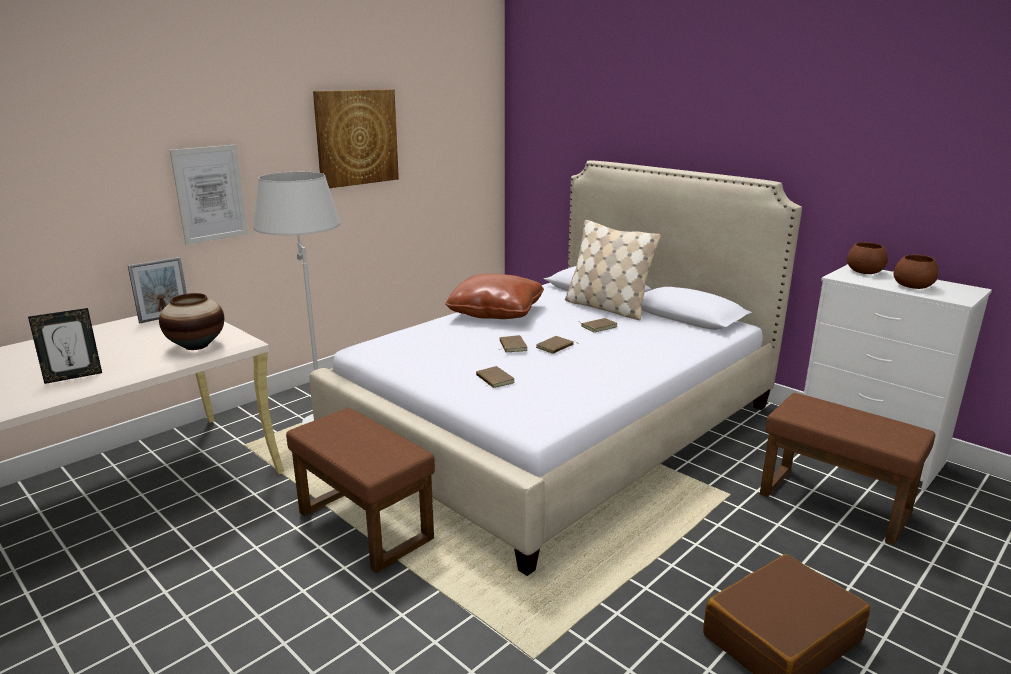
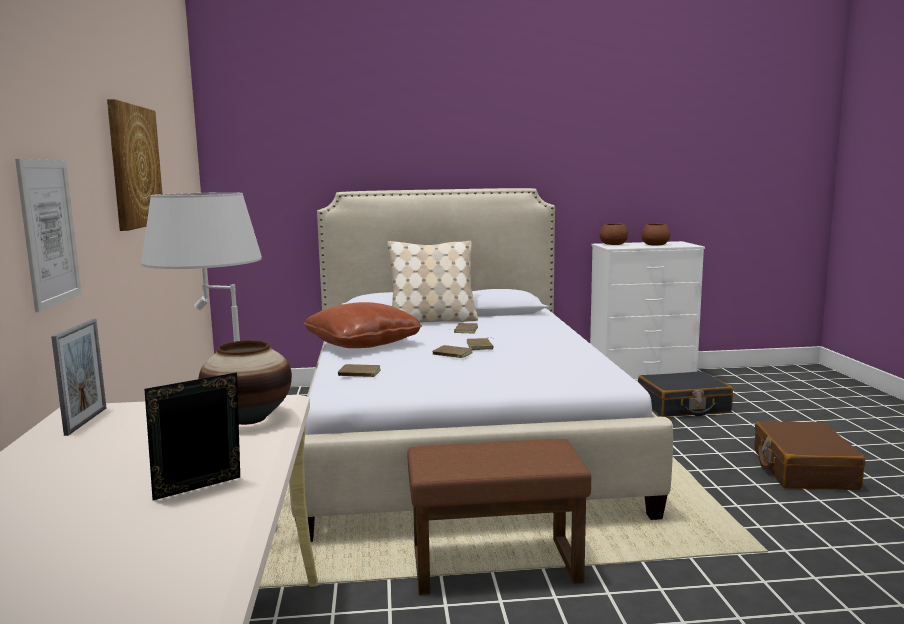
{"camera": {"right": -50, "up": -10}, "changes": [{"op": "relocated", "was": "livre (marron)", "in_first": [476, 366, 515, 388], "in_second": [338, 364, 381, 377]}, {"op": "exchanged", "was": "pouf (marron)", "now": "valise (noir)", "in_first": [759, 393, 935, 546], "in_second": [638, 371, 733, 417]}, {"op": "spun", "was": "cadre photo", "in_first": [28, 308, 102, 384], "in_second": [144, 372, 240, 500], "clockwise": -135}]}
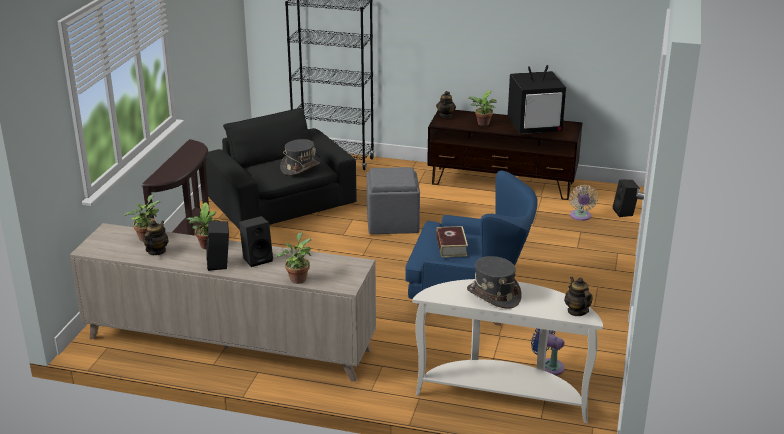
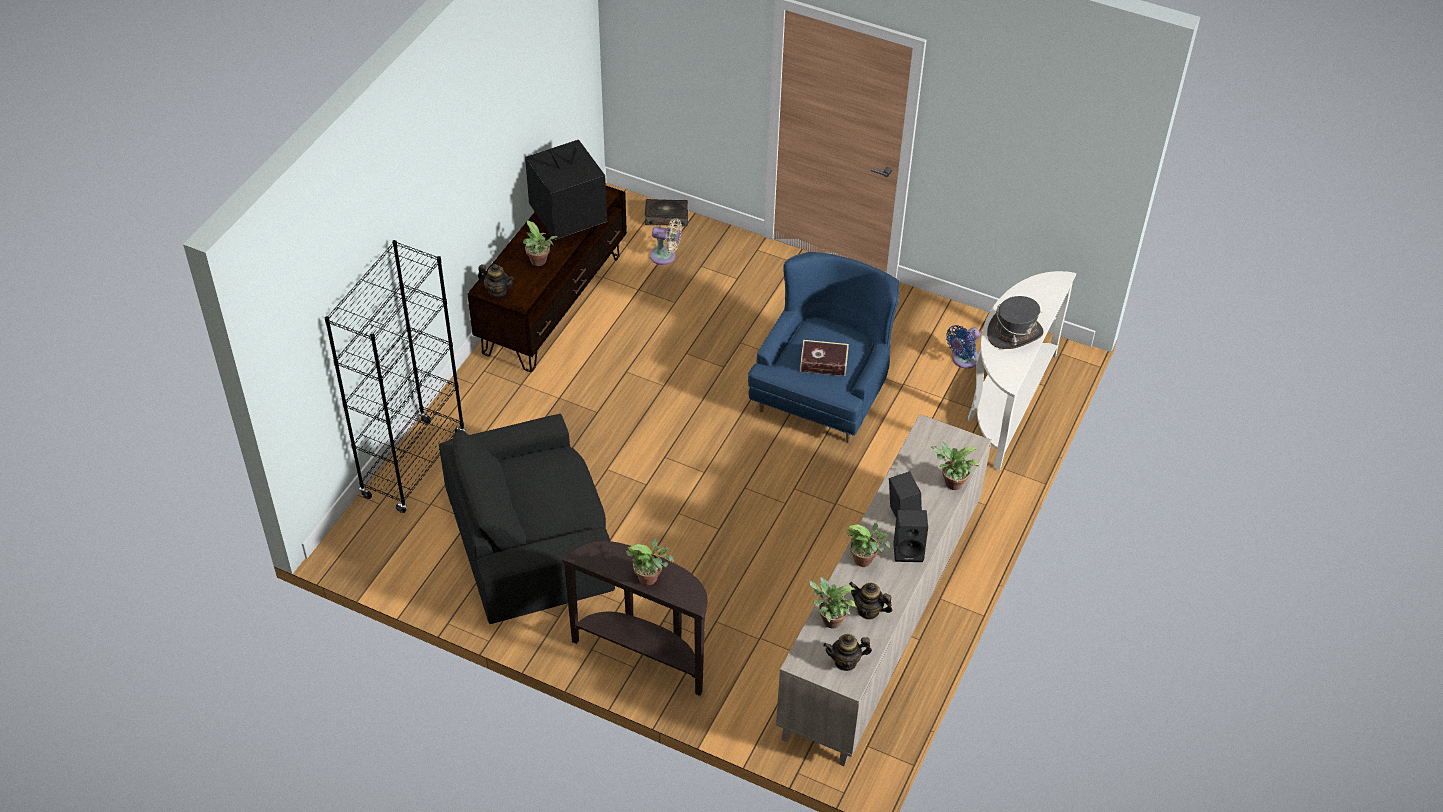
{"camera": {"right": -80, "up": 20}, "changes": [{"op": "missing", "was": "chapeau (gris)", "in_first": [280, 139, 320, 175]}, {"op": "missing", "was": "pouf (gris)", "in_first": [367, 167, 420, 234]}, {"op": "appeared", "now": "plante en pot", "in_second": [626, 538, 674, 585]}, {"op": "relocated", "was": "théière", "in_first": [564, 277, 593, 316], "in_second": [823, 634, 872, 671]}, {"op": "exchanged", "was": "enceinte (noir)", "now": "livre", "in_first": [613, 179, 640, 217], "in_second": [645, 199, 688, 227]}, {"op": "spun", "was": "téléviseur", "in_first": [508, 65, 566, 134], "in_second": [525, 140, 607, 240], "clockwise": -120}]}
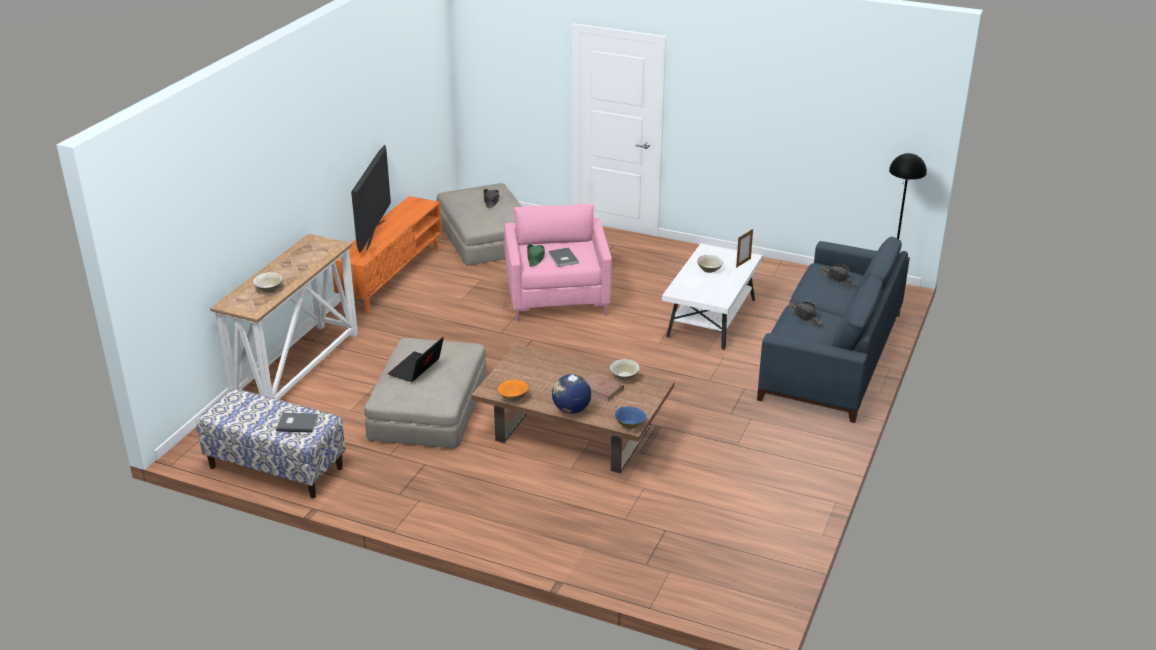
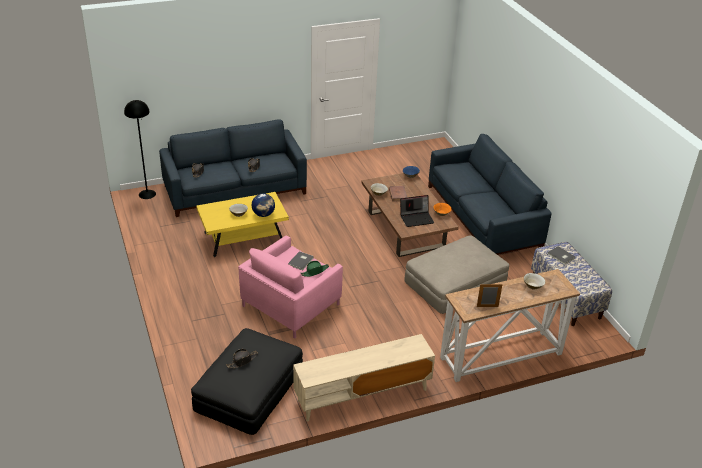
{"camera": {"right": -135, "up": 5}, "changes": [{"op": "missing", "was": "téléviseur", "in_first": [351, 145, 391, 253]}, {"op": "appeared", "now": "canapé (bleu)", "in_second": [428, 134, 551, 255]}, {"op": "relocated", "was": "ordinateur portable", "in_first": [388, 337, 444, 382], "in_second": [400, 195, 434, 227]}, {"op": "relocated", "was": "globe", "in_first": [552, 374, 591, 414], "in_second": [252, 193, 275, 217]}, {"op": "relocated", "was": "cadre photo", "in_first": [736, 229, 753, 268], "in_second": [477, 284, 502, 307]}, {"op": "colour", "was": "meuble télé (orange)", "now": "meuble télé (beige)", "in_first": [332, 196, 442, 314], "in_second": [293, 334, 435, 421]}, {"op": "colour", "was": "pouf (beige)", "now": "pouf (noir)", "in_first": [437, 183, 522, 265], "in_second": [191, 328, 303, 435]}, {"op": "colour", "was": "table basse (blanc)", "now": "table basse (jaune)", "in_first": [662, 243, 762, 350], "in_second": [196, 192, 289, 257]}]}
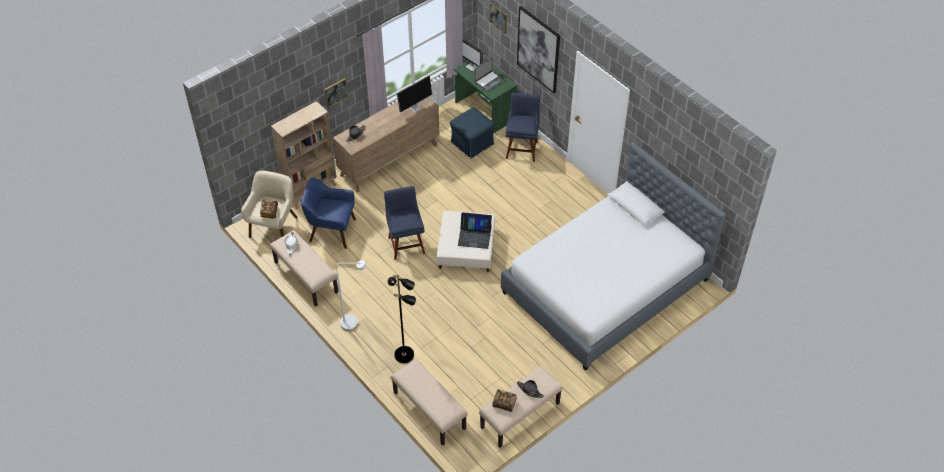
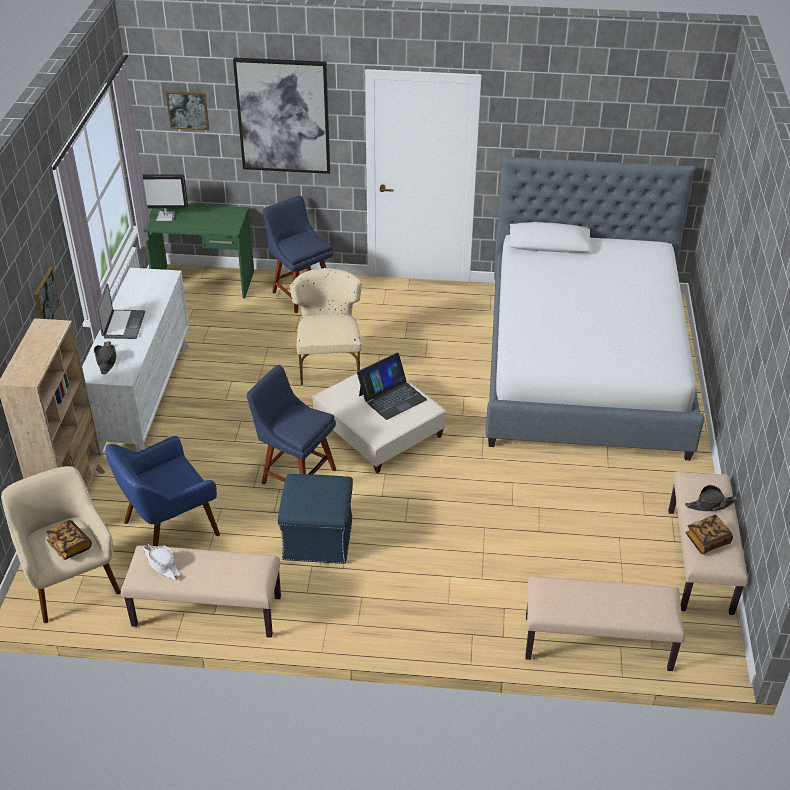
{"camera": {"right": -45, "up": -10}, "changes": [{"op": "missing", "was": "lampadaire (blanc)", "in_first": [336, 260, 367, 331]}, {"op": "missing", "was": "lampadaire (noir)", "in_first": [387, 274, 416, 363]}, {"op": "missing", "was": "écran d'ordinateur", "in_first": [396, 75, 432, 113]}, {"op": "appeared", "now": "chaise (beige)", "in_second": [290, 268, 362, 385]}, {"op": "relocated", "was": "pouf (bleu)", "in_first": [450, 107, 495, 158], "in_second": [278, 474, 353, 564]}, {"op": "relocated", "was": "ordinateur portable", "in_first": [474, 57, 504, 92], "in_second": [96, 283, 145, 339]}, {"op": "colour", "was": "commode (marron)", "now": "commode (blanc)", "in_first": [333, 97, 439, 192], "in_second": [82, 268, 190, 454]}]}
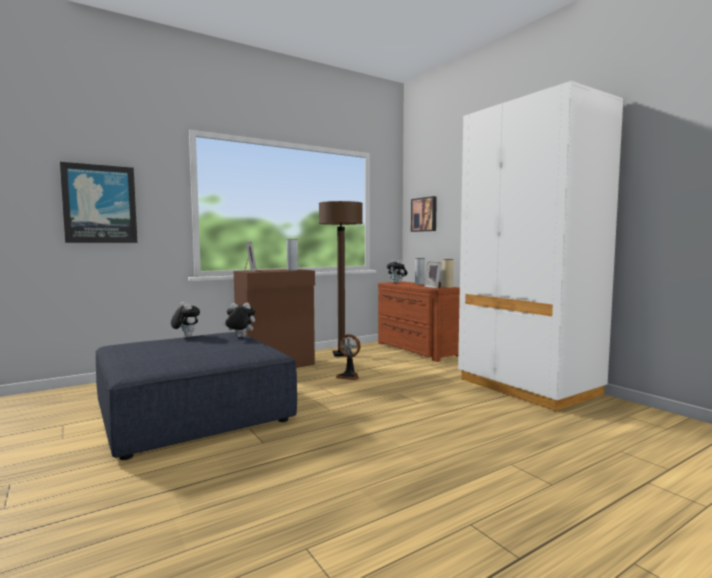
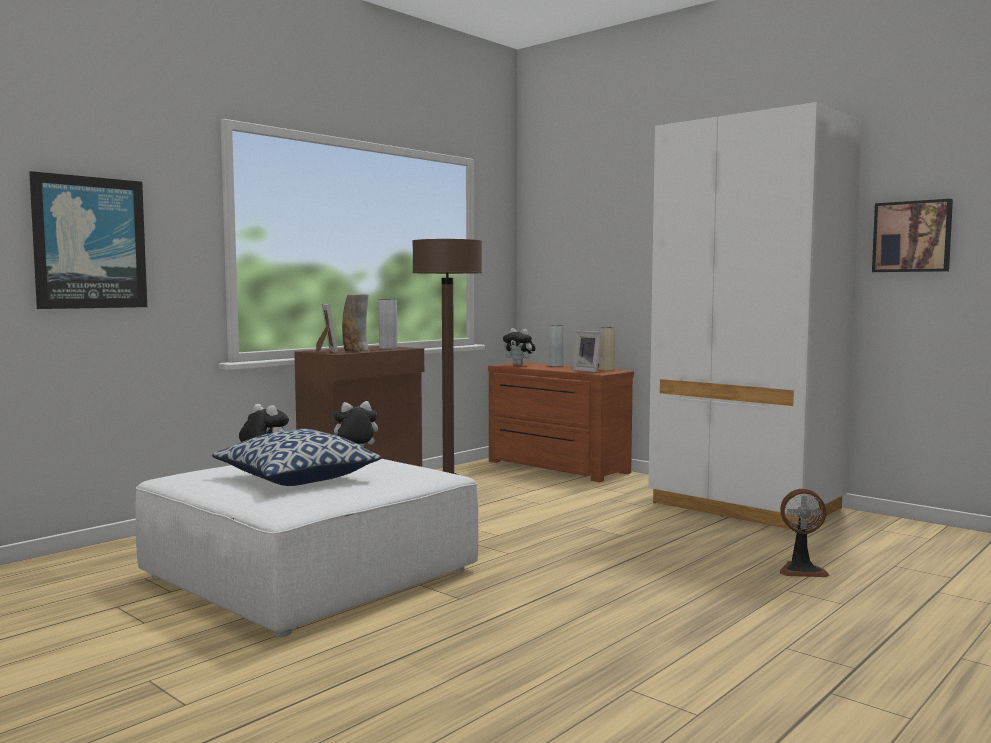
{"camera": {"right": -15, "up": 0}, "changes": [{"op": "appeared", "now": "coussin", "in_second": [211, 429, 382, 486]}, {"op": "appeared", "now": "vase", "in_second": [342, 294, 369, 352]}, {"op": "relocated", "was": "ventilateur", "in_first": [336, 334, 361, 380], "in_second": [780, 489, 829, 577]}, {"op": "relocated", "was": "tableau", "in_first": [411, 196, 437, 232], "in_second": [872, 199, 953, 272]}, {"op": "colour", "was": "pouf (bleu)", "now": "pouf (blanc)", "in_first": [96, 332, 297, 460], "in_second": [135, 459, 479, 637]}]}
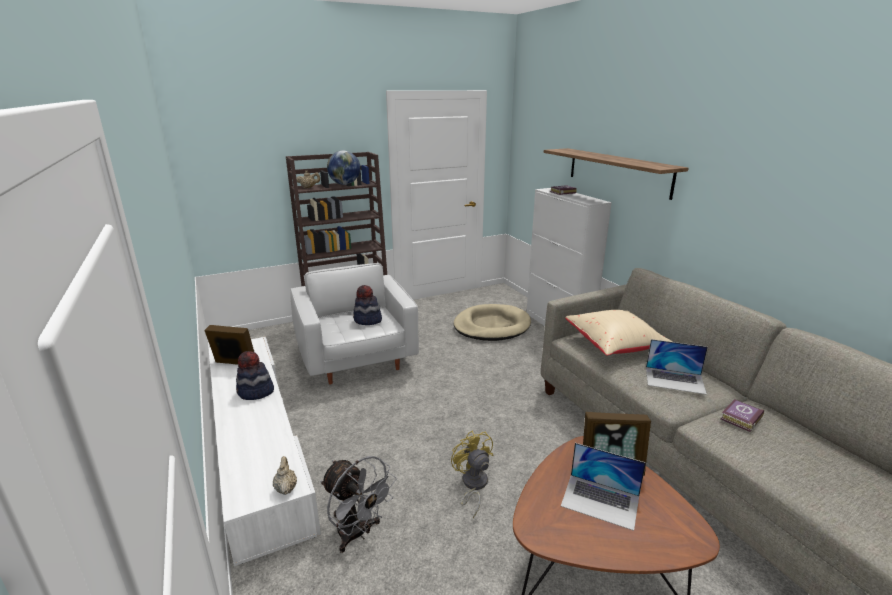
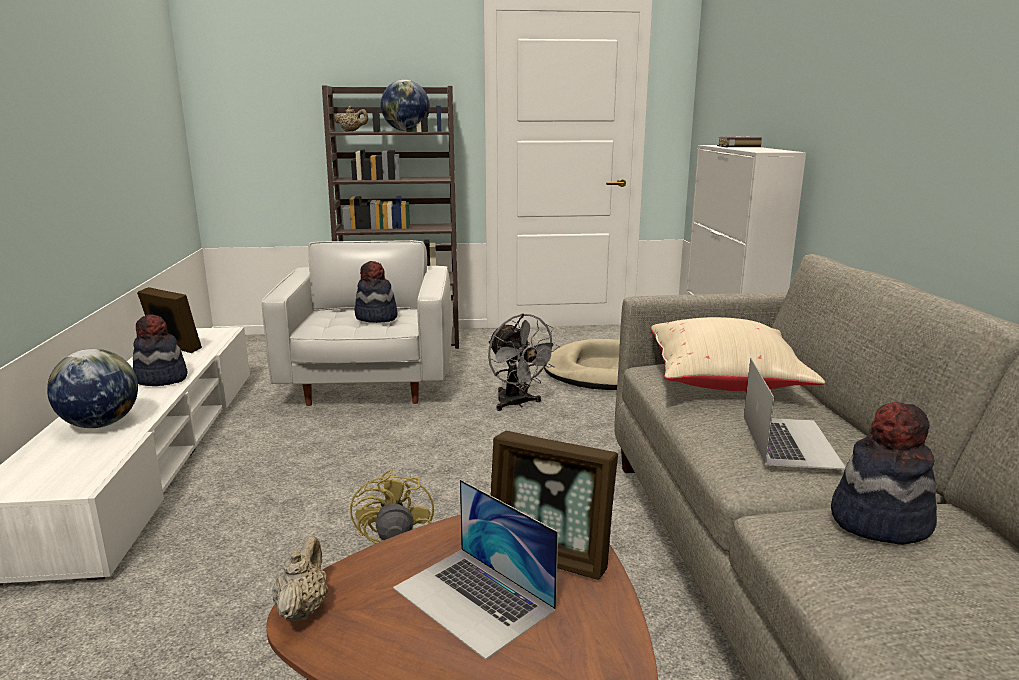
{"camera": {"right": 20, "up": -5}, "changes": [{"op": "missing", "was": "étagère", "in_first": [544, 148, 689, 200]}, {"op": "appeared", "now": "globe", "in_second": [47, 349, 138, 428]}, {"op": "relocated", "was": "théière (beige)", "in_first": [273, 456, 297, 495], "in_second": [272, 536, 328, 621]}, {"op": "relocated", "was": "ventilateur (gris)", "in_first": [321, 456, 397, 553], "in_second": [488, 314, 560, 411]}, {"op": "exchanged", "was": "livre", "now": "chapeau", "in_first": [720, 399, 764, 432], "in_second": [831, 402, 937, 545]}, {"op": "spun", "was": "ordinateur portable", "in_first": [646, 339, 708, 395], "in_second": [744, 358, 846, 470], "clockwise": -120}]}
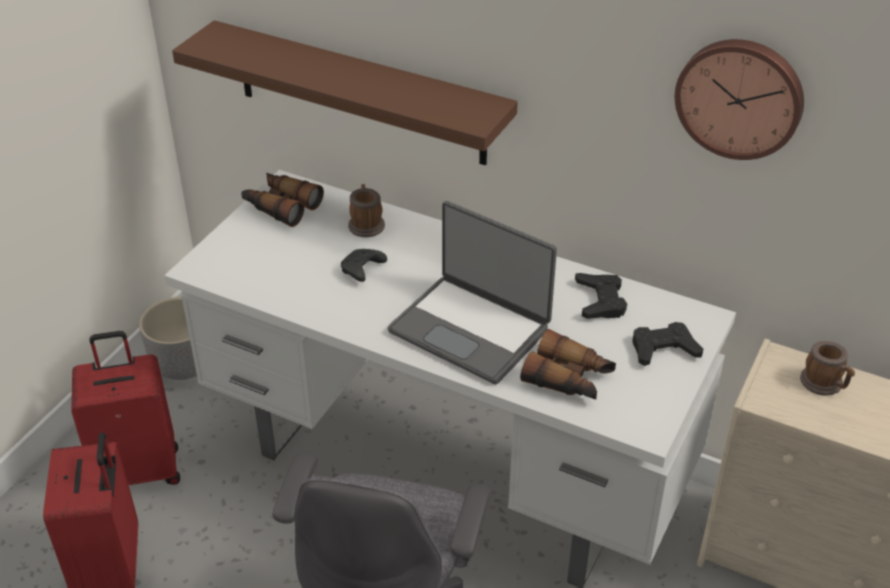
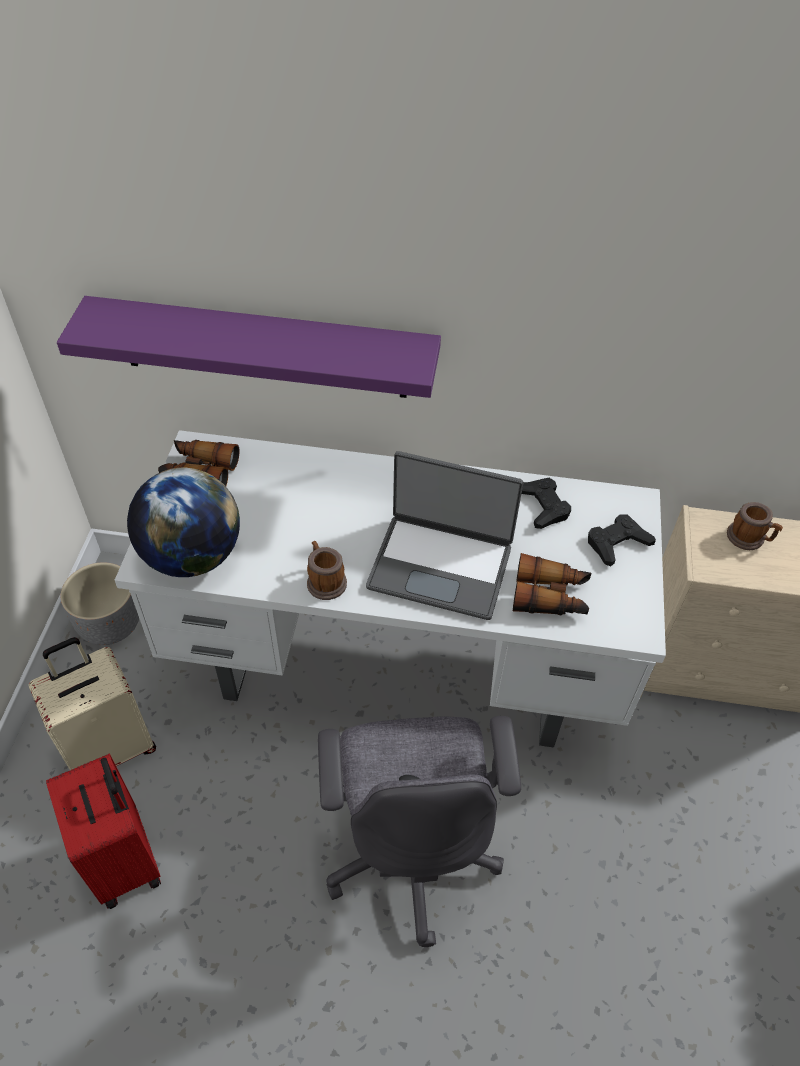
{"camera": {"right": -20, "up": 10}, "changes": [{"op": "missing", "was": "manette (noir)", "in_first": [341, 249, 387, 282]}, {"op": "missing", "was": "horloge murale", "in_first": [675, 39, 804, 160]}, {"op": "appeared", "now": "globe", "in_second": [127, 468, 240, 577]}, {"op": "relocated", "was": "mug", "in_first": [348, 184, 385, 237], "in_second": [307, 541, 347, 600]}, {"op": "colour", "was": "valise (rouge)", "now": "valise (beige)", "in_first": [71, 331, 180, 485], "in_second": [28, 637, 156, 770]}, {"op": "colour", "was": "étagère (marron)", "now": "étagère (violet)", "in_first": [172, 20, 518, 165], "in_second": [57, 296, 441, 398]}]}
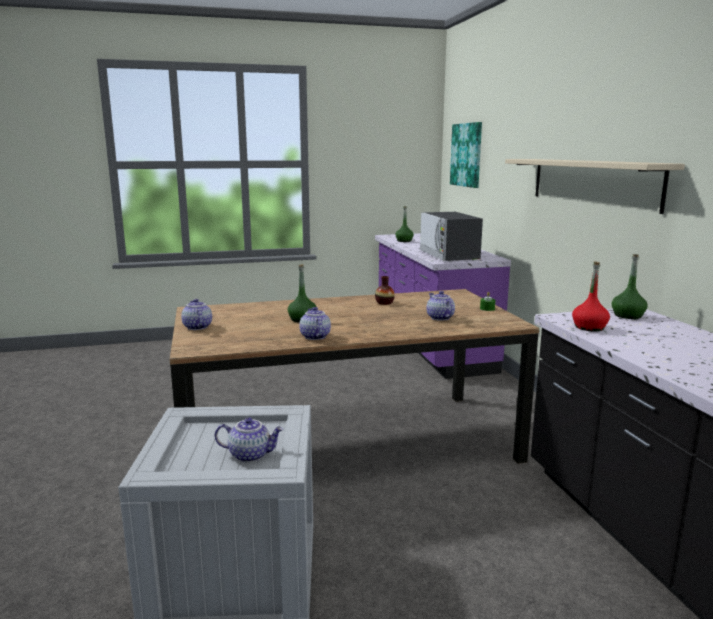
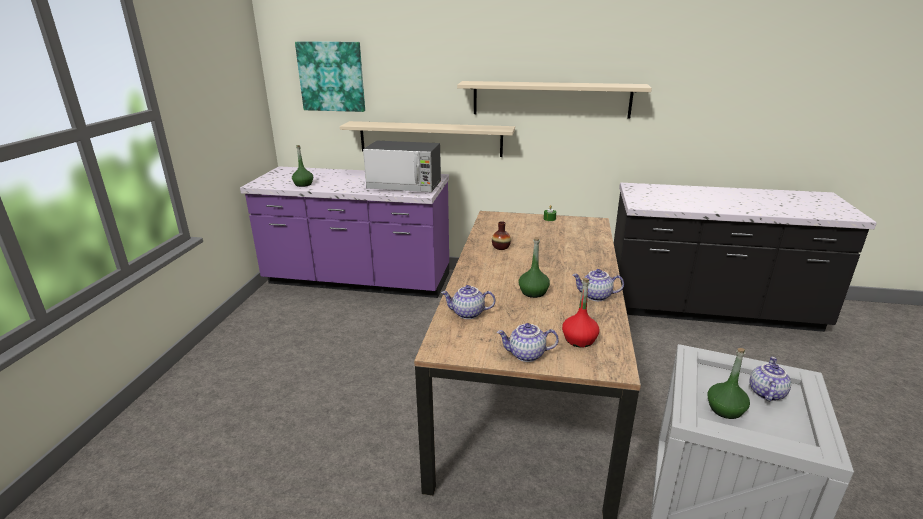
{"camera": {"right": -65, "up": 10}, "changes": [{"op": "appeared", "now": "étagère (beige)", "in_second": [340, 121, 515, 157]}, {"op": "relocated", "was": "théière", "in_first": [426, 291, 455, 321], "in_second": [441, 285, 495, 319]}, {"op": "relocated", "was": "bouteille (rouge)", "in_first": [572, 261, 610, 332], "in_second": [562, 278, 599, 347]}, {"op": "relocated", "was": "bouteille (vert)", "in_first": [612, 254, 648, 319], "in_second": [707, 348, 750, 419]}]}
